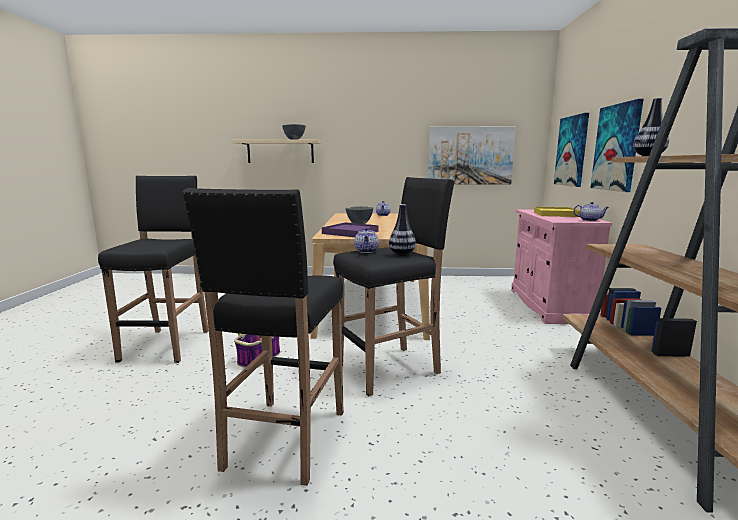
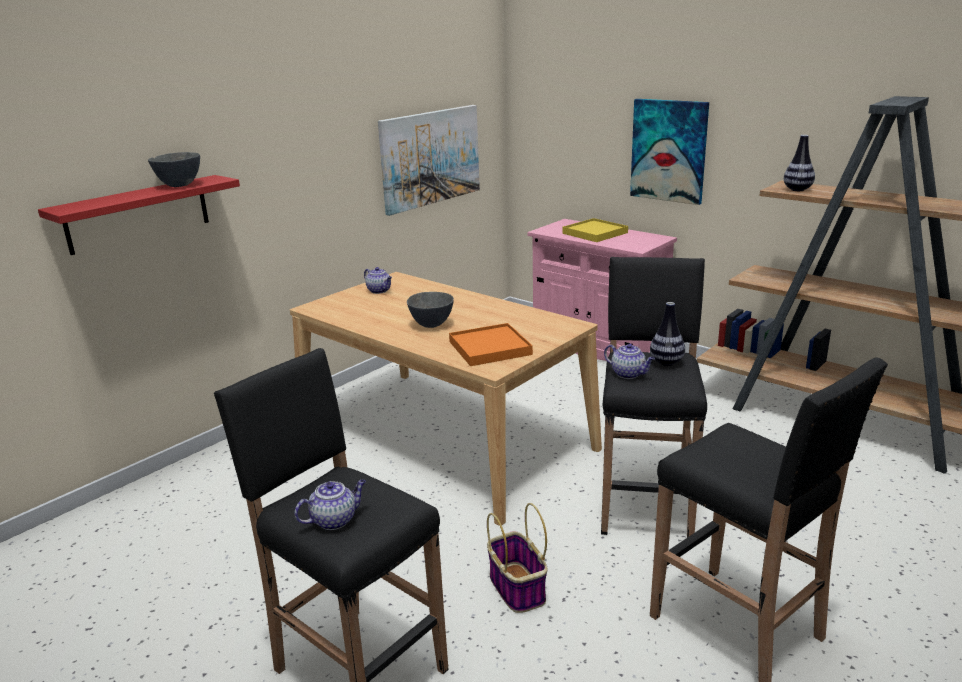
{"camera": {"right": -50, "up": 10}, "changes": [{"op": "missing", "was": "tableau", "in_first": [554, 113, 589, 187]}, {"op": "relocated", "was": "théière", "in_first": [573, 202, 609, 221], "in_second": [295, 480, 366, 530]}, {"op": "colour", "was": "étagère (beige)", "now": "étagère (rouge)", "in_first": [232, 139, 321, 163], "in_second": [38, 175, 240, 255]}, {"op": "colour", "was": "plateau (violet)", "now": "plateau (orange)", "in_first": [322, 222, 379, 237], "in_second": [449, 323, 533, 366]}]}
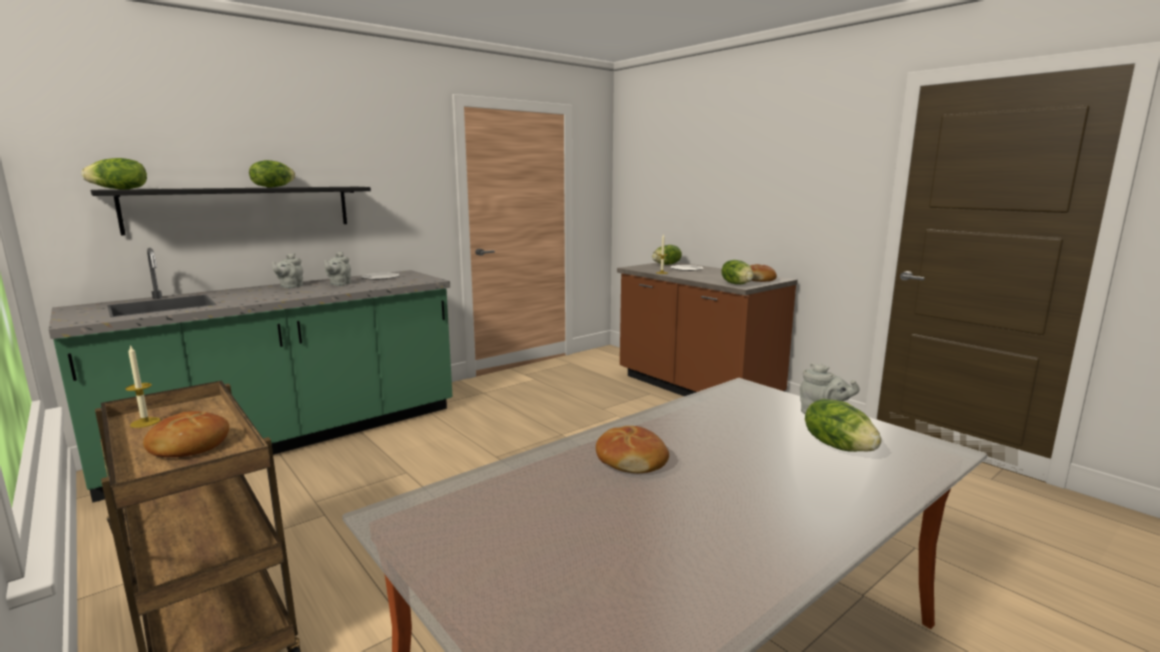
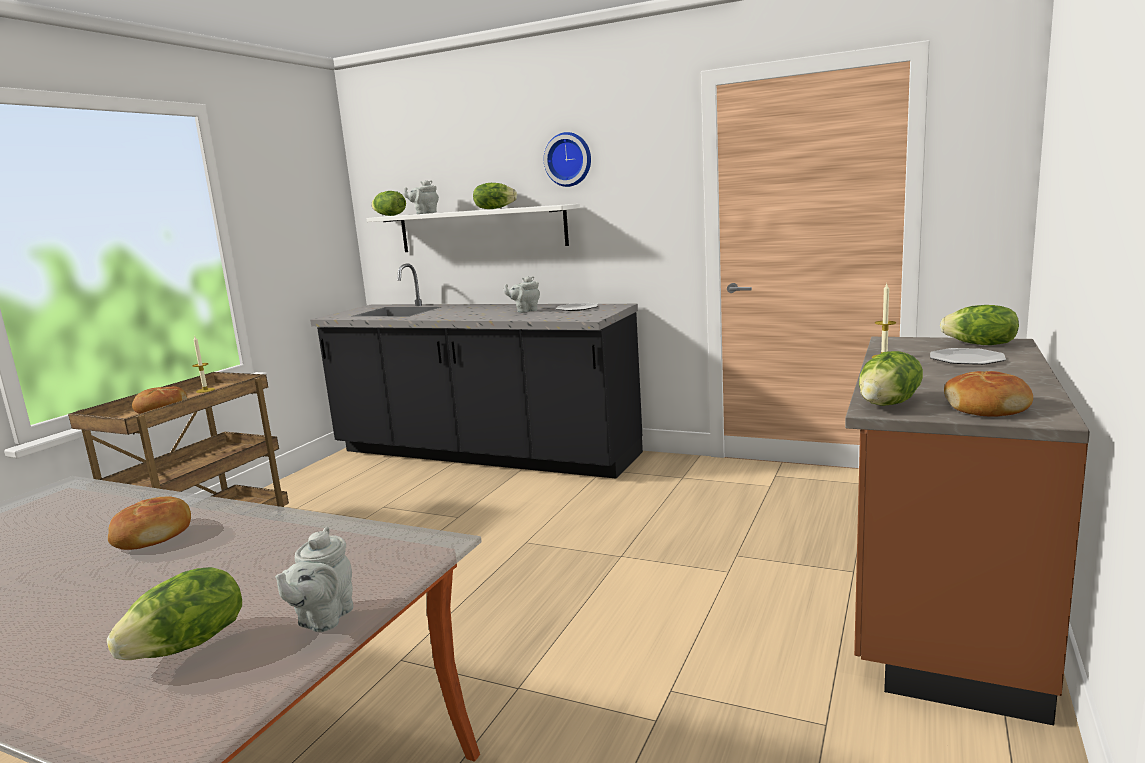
{"camera": {"right": 65, "up": 0}, "changes": [{"op": "appeared", "now": "horloge murale", "in_second": [544, 132, 591, 187]}, {"op": "relocated", "was": "théière (gris)", "in_first": [272, 253, 303, 288], "in_second": [403, 180, 439, 214]}, {"op": "colour", "was": "comptoir de cuisine (vert)", "now": "comptoir de cuisine (noir)", "in_first": [49, 248, 453, 503], "in_second": [310, 263, 643, 479]}, {"op": "colour", "was": "étagère (noir)", "now": "étagère (blanc)", "in_first": [91, 187, 371, 236], "in_second": [367, 204, 580, 252]}]}
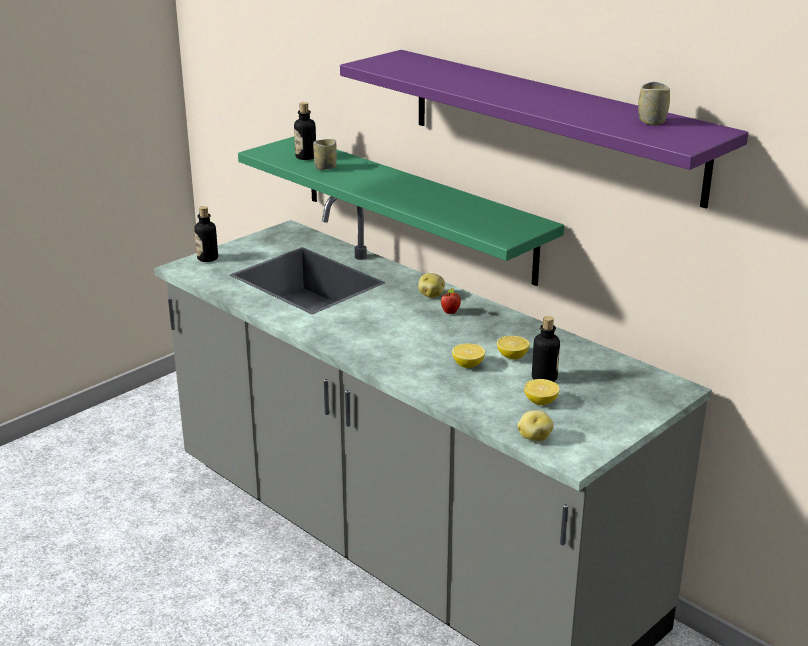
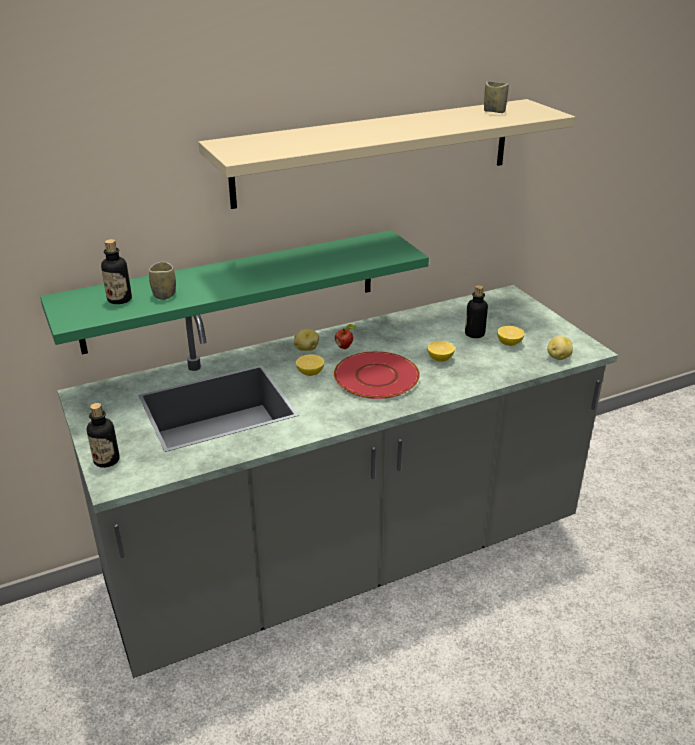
{"camera": {"right": -70, "up": 5}, "changes": [{"op": "appeared", "now": "assiette (rouge)", "in_second": [334, 351, 420, 399]}, {"op": "relocated", "was": "citron", "in_first": [497, 336, 530, 359], "in_second": [296, 354, 324, 376]}, {"op": "colour", "was": "étagère (violet)", "now": "étagère (beige)", "in_first": [340, 50, 749, 208], "in_second": [198, 99, 575, 209]}]}
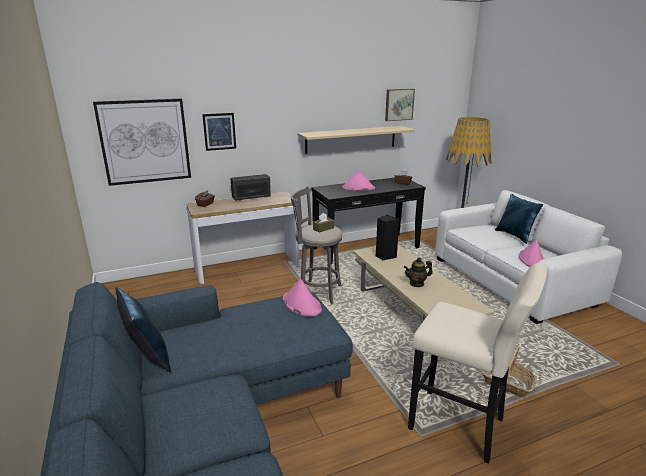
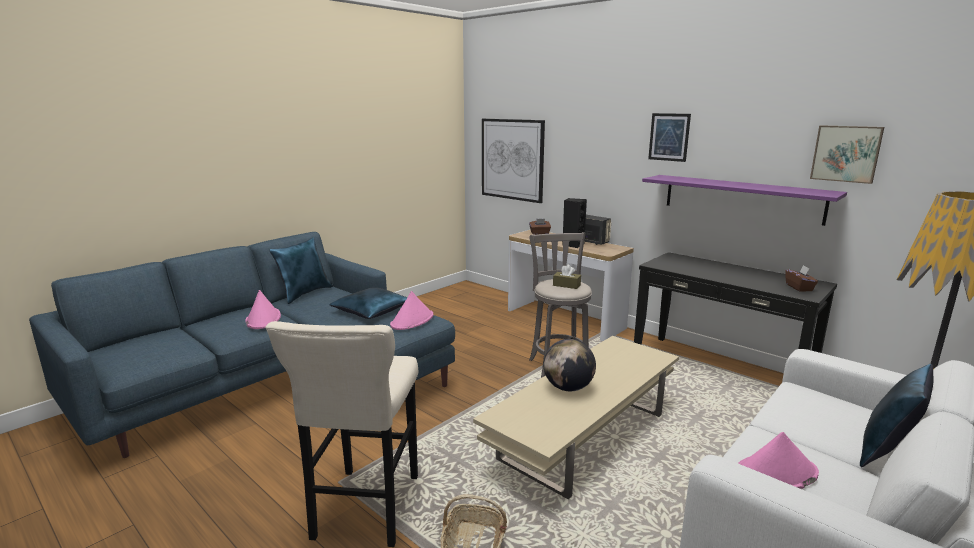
{"camera": {"right": 65, "up": -5}, "changes": [{"op": "appeared", "now": "coussin (bleu)", "in_second": [329, 287, 407, 319]}, {"op": "relocated", "was": "tableau", "in_first": [202, 113, 236, 151], "in_second": [648, 113, 691, 162]}, {"op": "relocated", "was": "chapeau (rose)", "in_first": [342, 170, 375, 191], "in_second": [245, 290, 281, 329]}, {"op": "relocated", "was": "enceinte (noir)", "in_first": [375, 215, 399, 260], "in_second": [562, 198, 587, 248]}, {"op": "exchanged", "was": "théière", "now": "globe", "in_first": [404, 258, 433, 287], "in_second": [543, 339, 596, 391]}, {"op": "colour", "was": "étagère (beige)", "now": "étagère (violet)", "in_first": [297, 126, 415, 154], "in_second": [642, 175, 847, 226]}]}
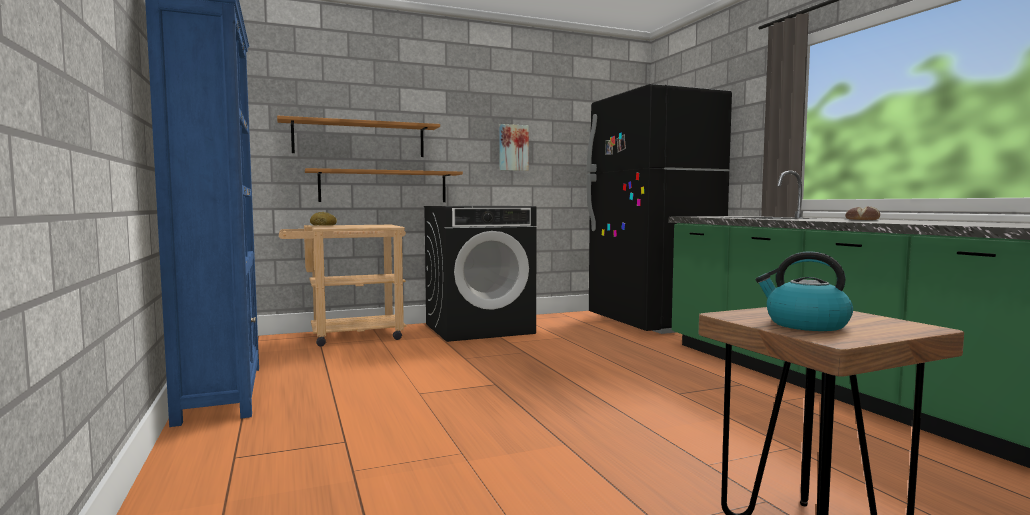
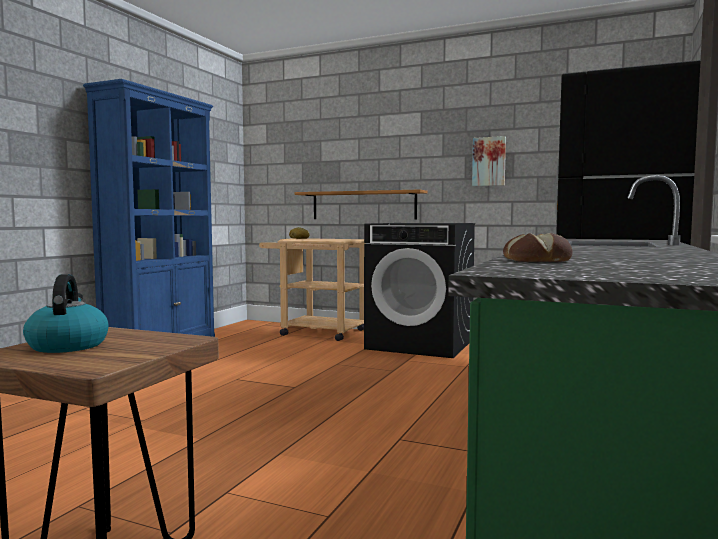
{"camera": {"right": 45, "up": 0}, "changes": [{"op": "missing", "was": "étagère", "in_first": [277, 116, 440, 157]}, {"op": "relocated", "was": "pain", "in_first": [845, 206, 880, 220], "in_second": [503, 233, 572, 262]}]}
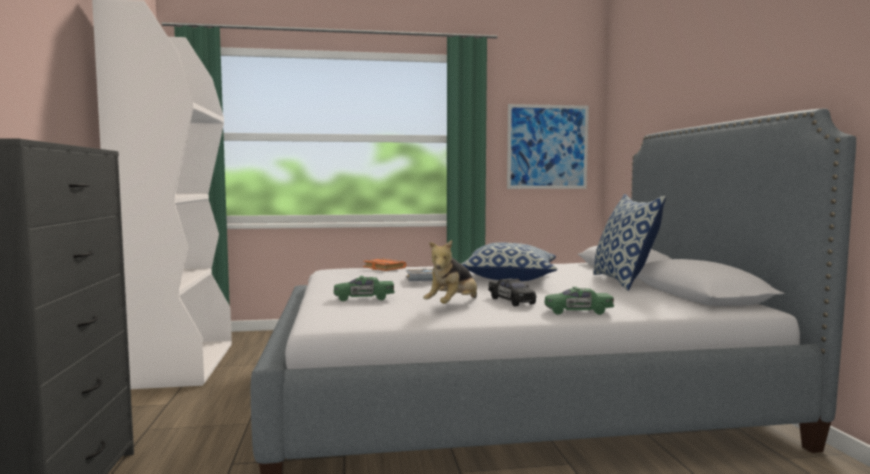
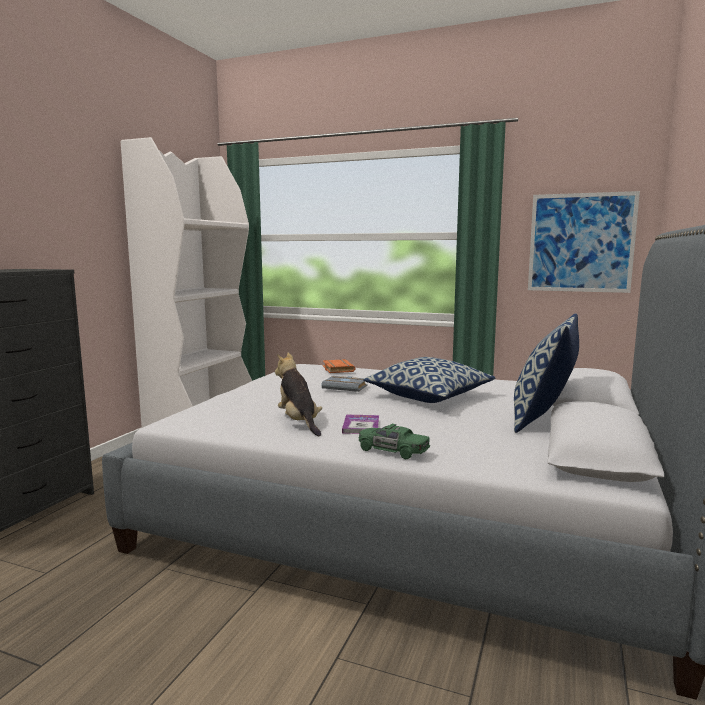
{"camera": {"right": 30, "up": 5}, "changes": [{"op": "missing", "was": "petite voiture (vert)", "in_first": [334, 276, 395, 301]}, {"op": "exchanged", "was": "petite voiture (noir)", "now": "livre", "in_first": [488, 279, 536, 306], "in_second": [342, 415, 379, 434]}, {"op": "spun", "was": "peluche", "in_first": [423, 240, 477, 304], "in_second": [275, 353, 322, 436], "clockwise": 90}]}
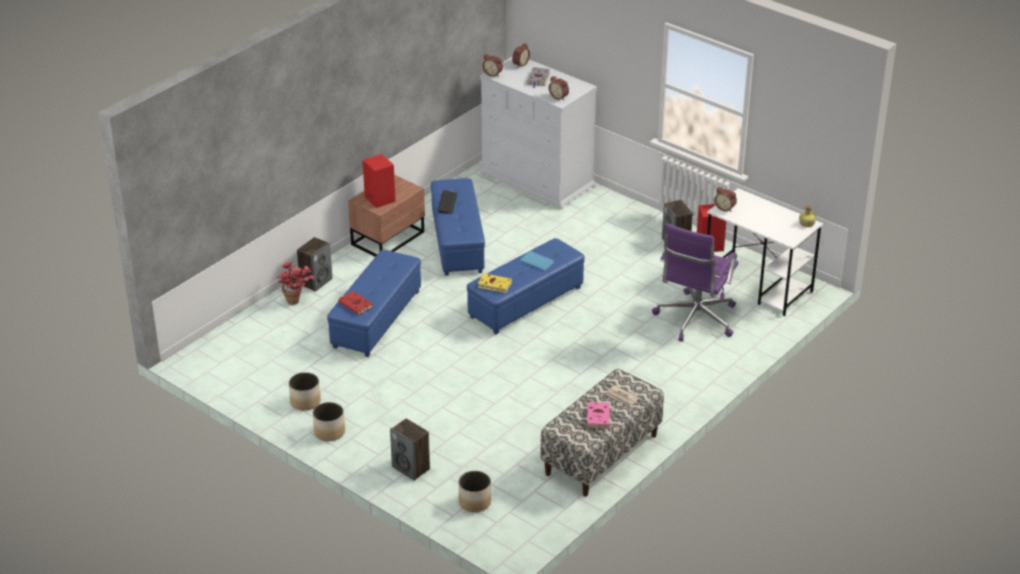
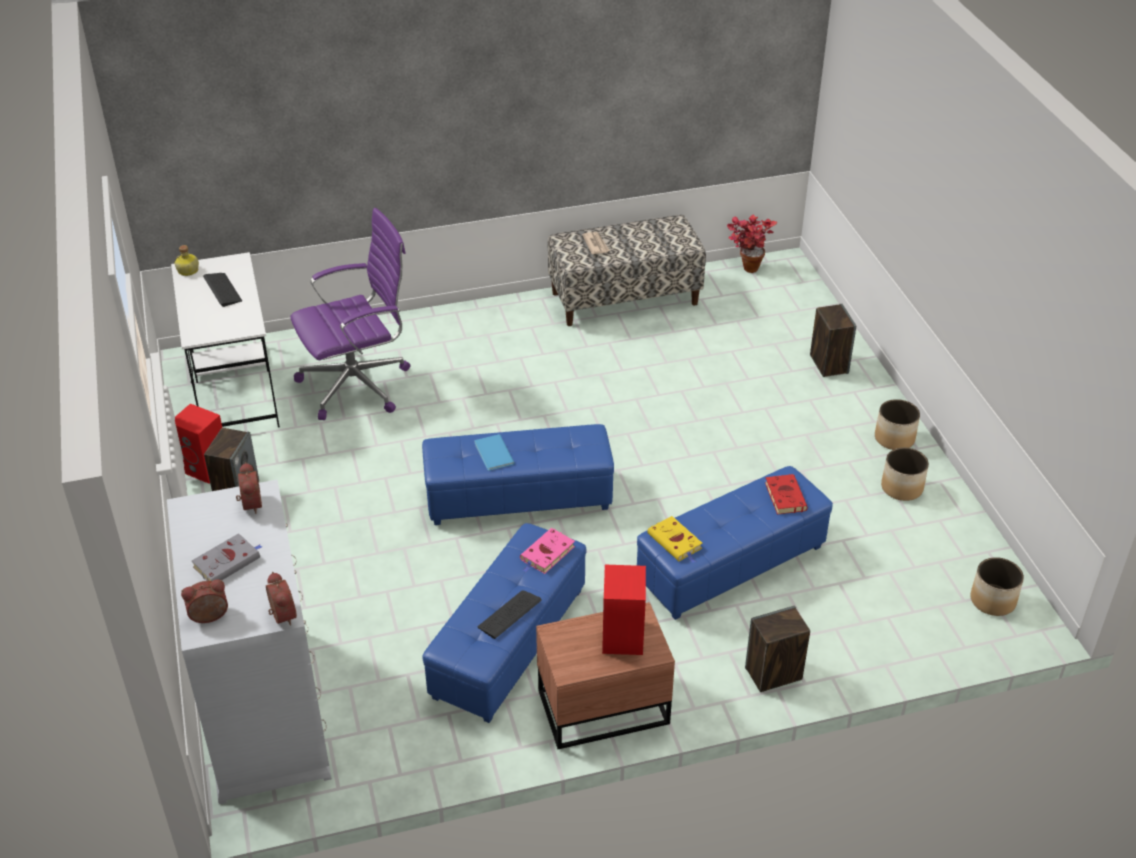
{"camera": {"right": -145, "up": 5}, "changes": [{"op": "missing", "was": "réveil", "in_first": [714, 187, 737, 212]}, {"op": "appeared", "now": "clavier", "in_second": [203, 273, 242, 307]}, {"op": "relocated", "was": "plante en pot", "in_first": [277, 261, 315, 305], "in_second": [727, 215, 777, 273]}, {"op": "relocated", "was": "cache-pot", "in_first": [459, 471, 491, 512], "in_second": [971, 557, 1024, 616]}, {"op": "relocated", "was": "livre (jaune)", "in_first": [476, 273, 512, 293], "in_second": [647, 516, 702, 563]}, {"op": "relocated", "was": "livre (rose)", "in_first": [587, 402, 610, 429], "in_second": [520, 528, 575, 574]}]}
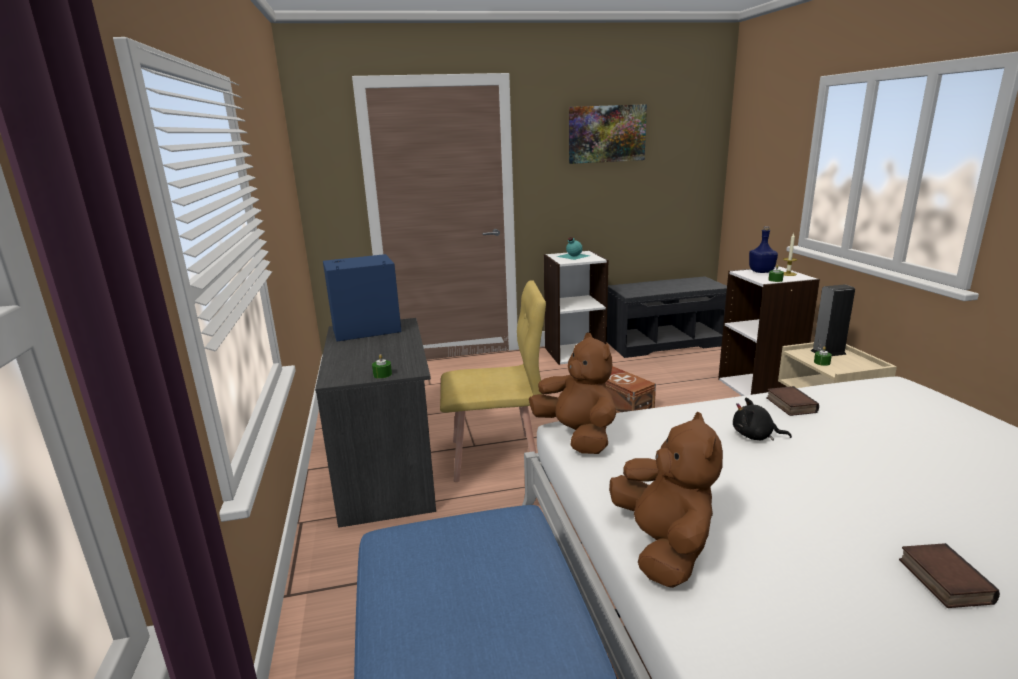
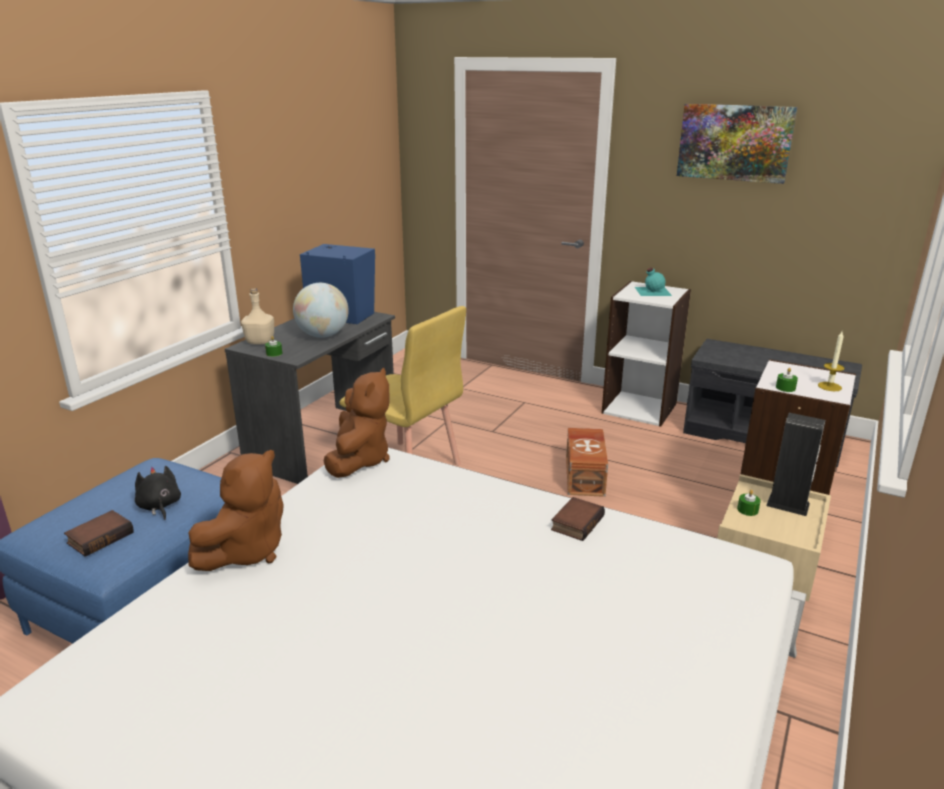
{"camera": {"right": 40, "up": 5}, "changes": [{"op": "missing", "was": "bouteille (bleu)", "in_first": [749, 226, 778, 273]}, {"op": "appeared", "now": "bouteille (beige)", "in_second": [241, 288, 274, 345]}, {"op": "appeared", "now": "globe", "in_second": [293, 283, 349, 338]}, {"op": "relocated", "was": "peluche (noir)", "in_first": [733, 398, 792, 441], "in_second": [135, 466, 181, 520]}, {"op": "relocated", "was": "livre", "in_first": [899, 543, 1000, 608], "in_second": [64, 510, 134, 557]}]}
